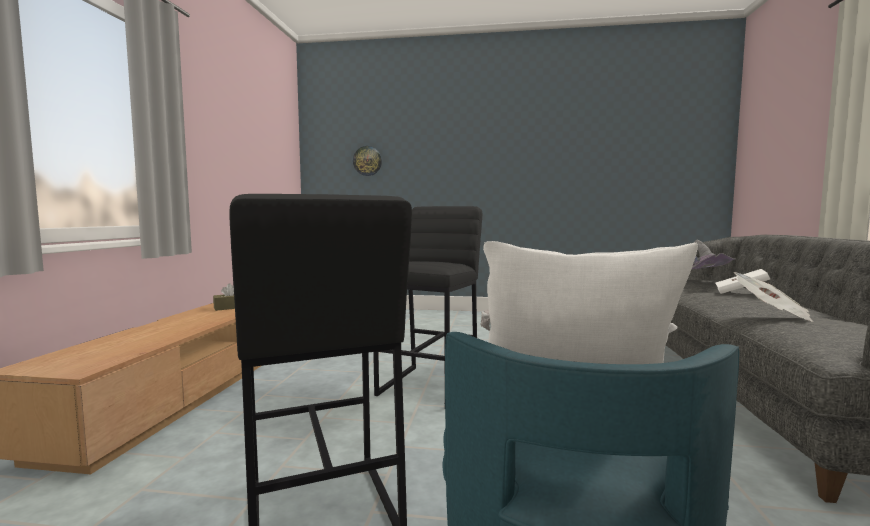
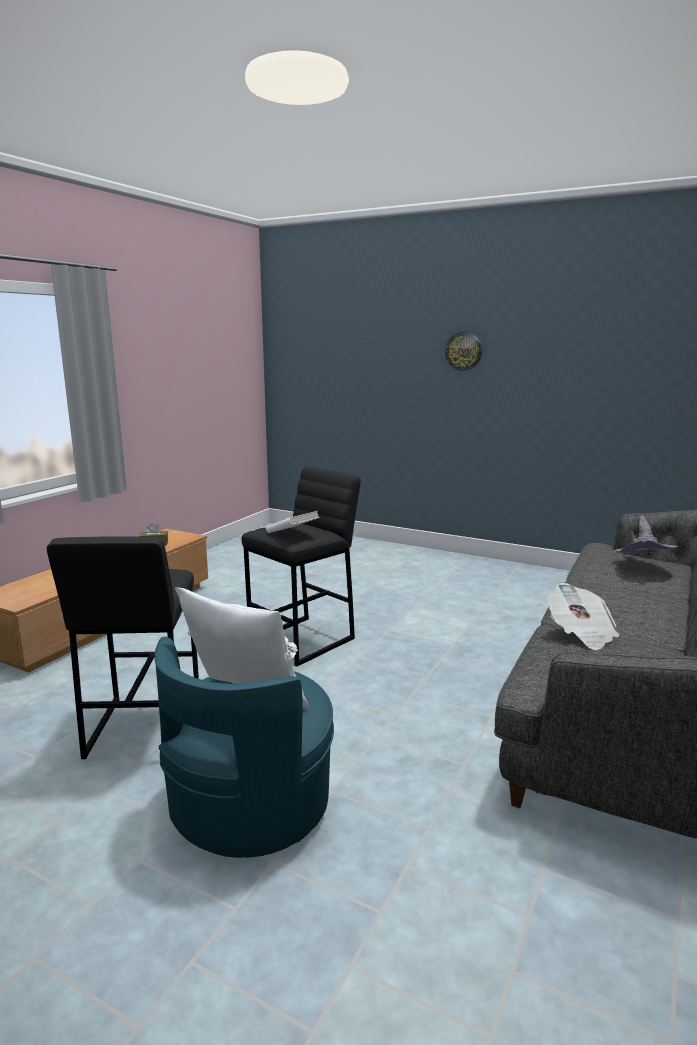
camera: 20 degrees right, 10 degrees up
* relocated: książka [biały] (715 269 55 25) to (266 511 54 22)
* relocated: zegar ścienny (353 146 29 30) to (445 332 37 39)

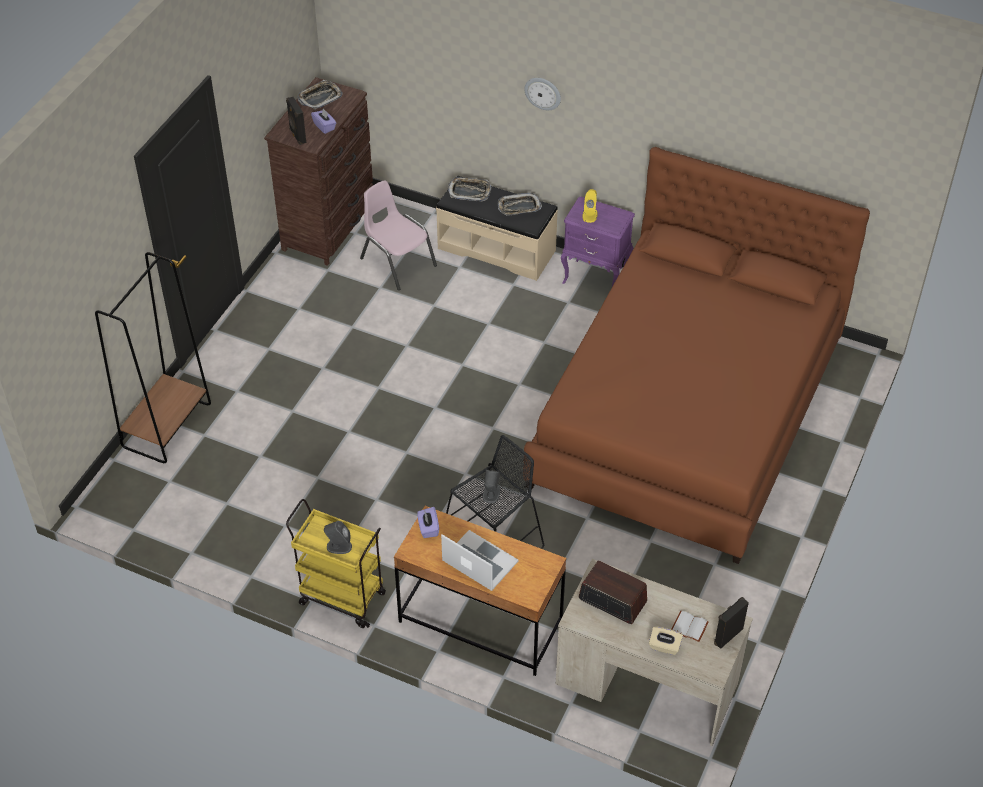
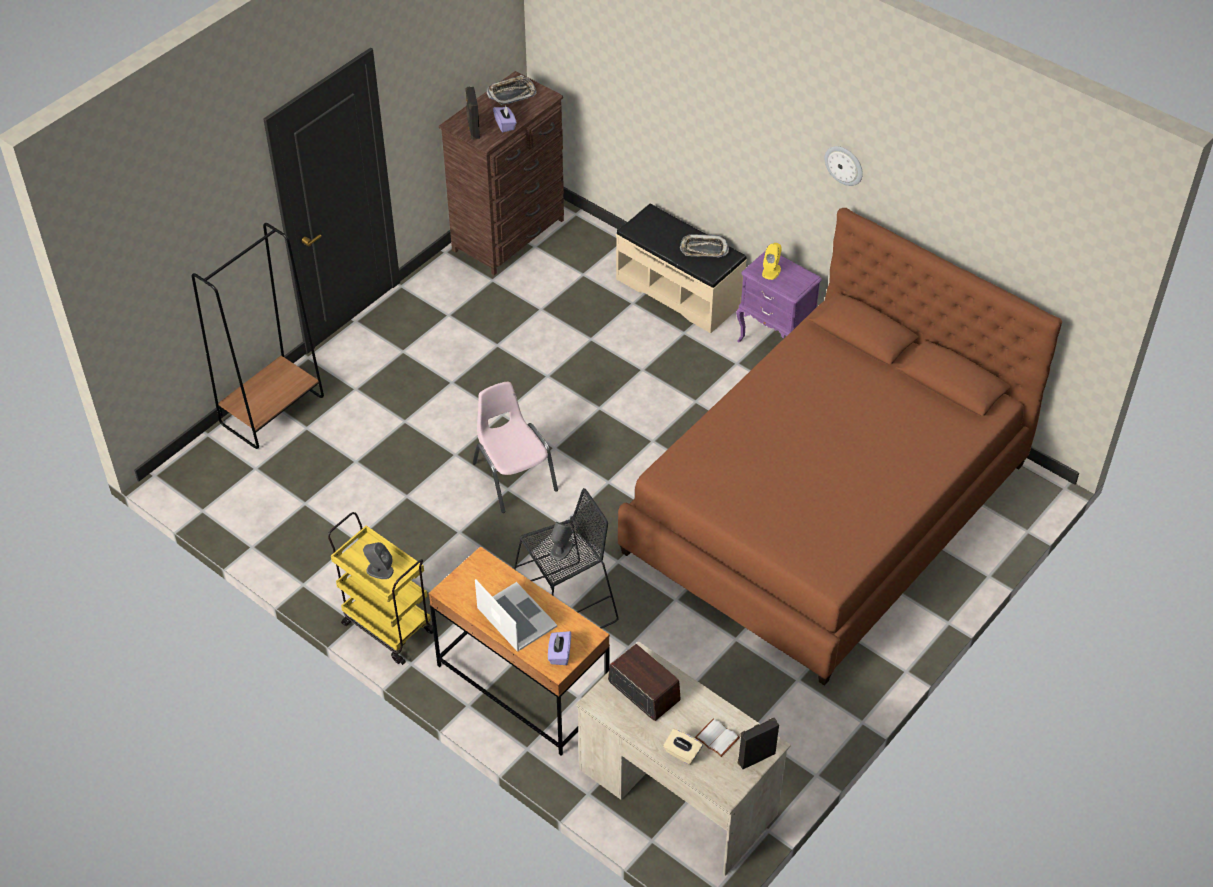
camera: 15 degrees right, 0 degrees up
* relocated: krzesło [różowy] (360 180 77 110) to (472 381 86 132)
* relocated: pudełko chusteczek [fioletowy] (417 507 22 31) to (548 631 23 34)
* relocated: zegar ścienny (524 78 37 32) to (825 146 38 40)
* missing: taca (448 177 43 24)

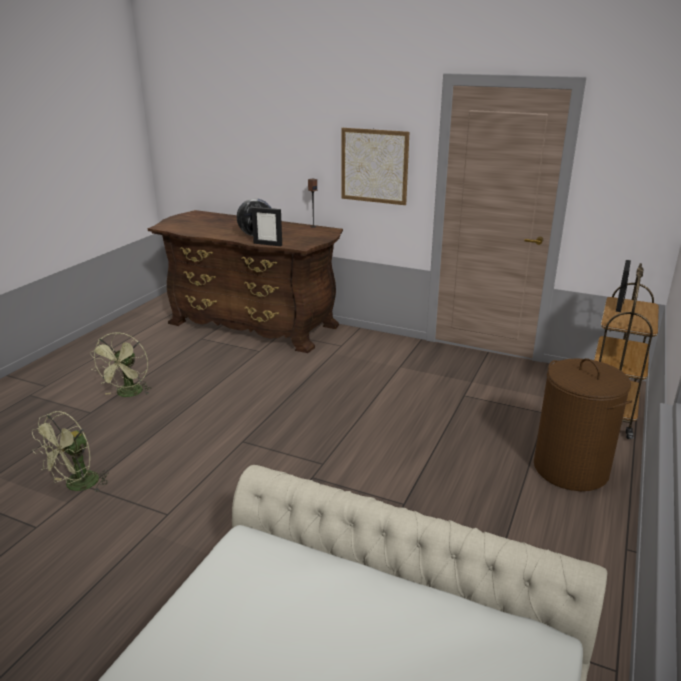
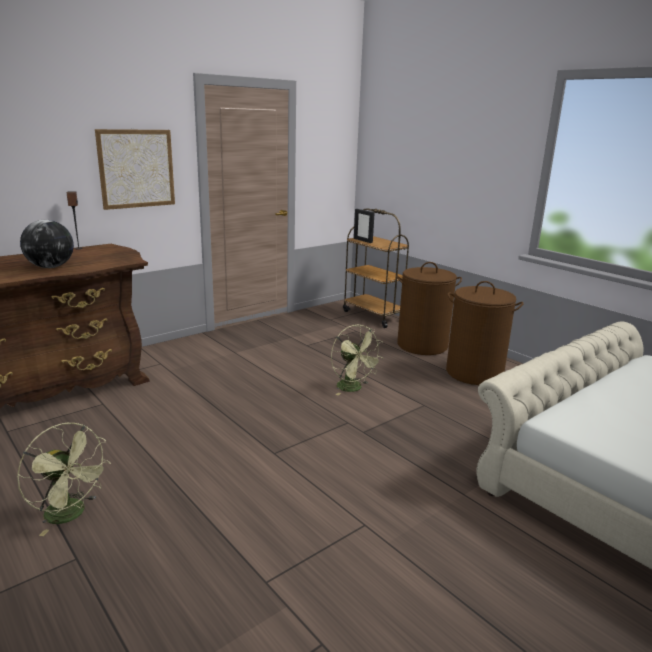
camera: 65 degrees left, 5 degrees down
* relocated: wentylator [zielony] (32 411 77 81) to (331 325 52 70)
* appeared: kosz na pranie [brązowy] (446 281 78 104)
* missing: ramka na zdjęcie (251 207 31 39)

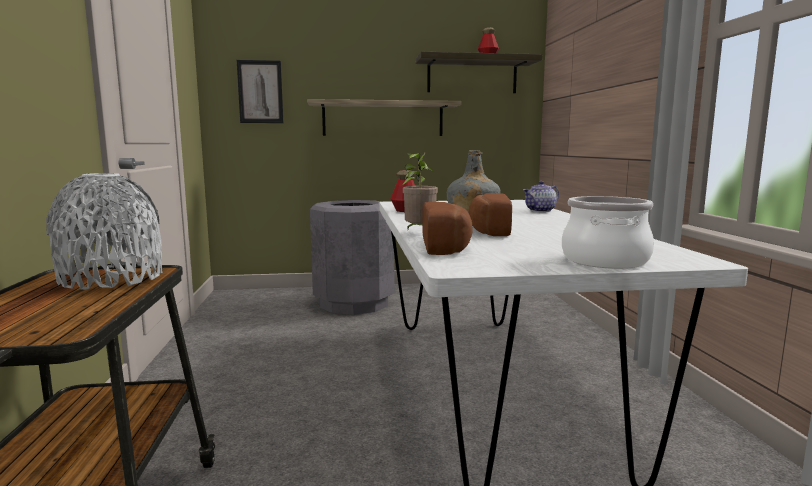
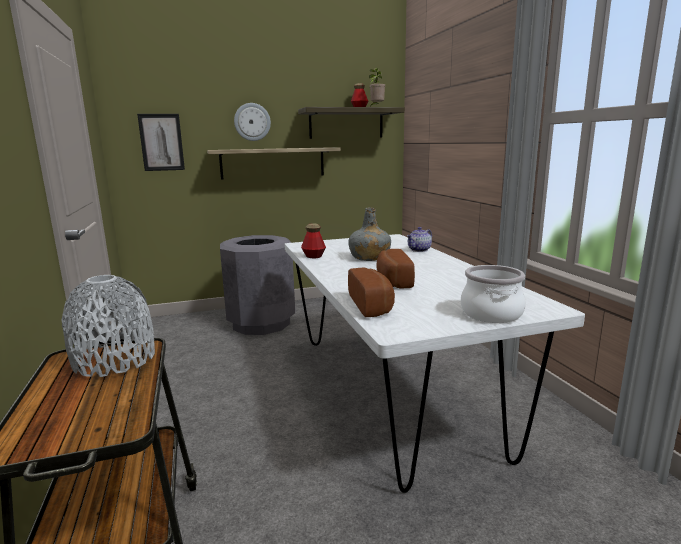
camera: 10 degrees left, 5 degrees up
* appeared: zegar ścienny (234 103 37 38)
* relocated: roślina doniczkowa (402 153 36 76) to (369 68 16 39)

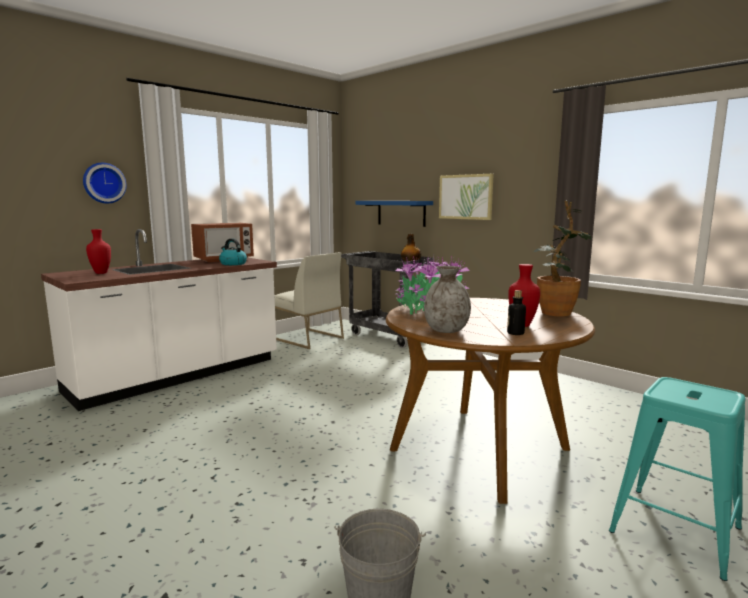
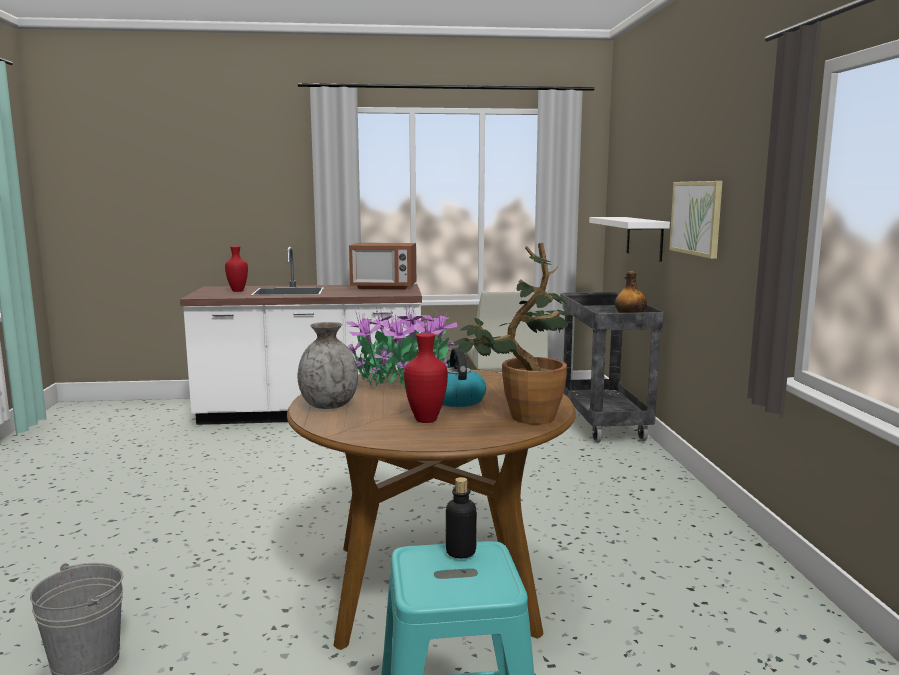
camera: 40 degrees right, 0 degrees up
* relocated: czajnik (219 239 28 26) to (442 348 44 59)
* relocated: butelka (507 290 19 45) to (446 477 31 82)
* colour: półka [niebieski] (355 201 78 26) to półka [biały] (589 217 81 45)
* missing: zegar ścienny (83 163 44 41)

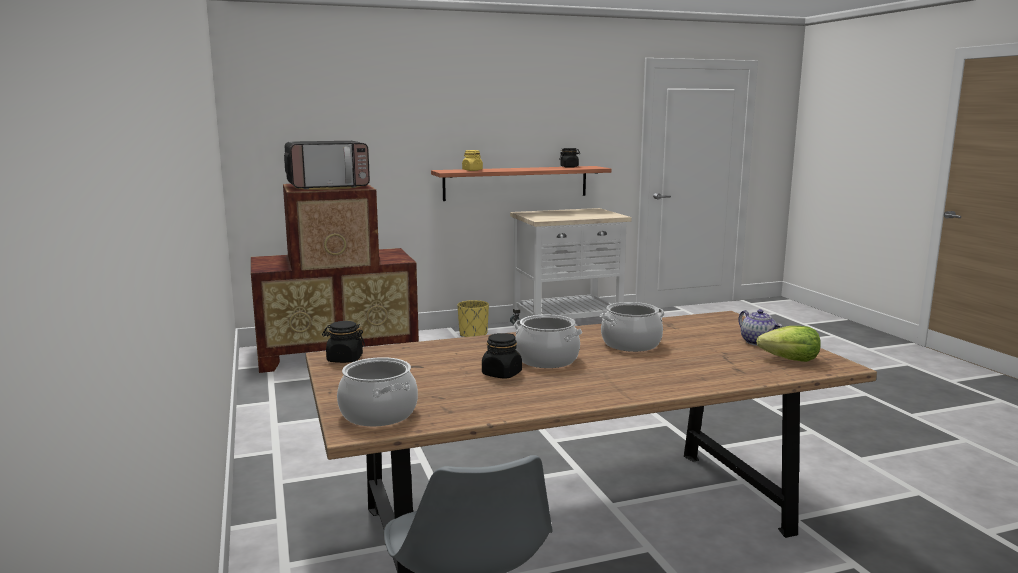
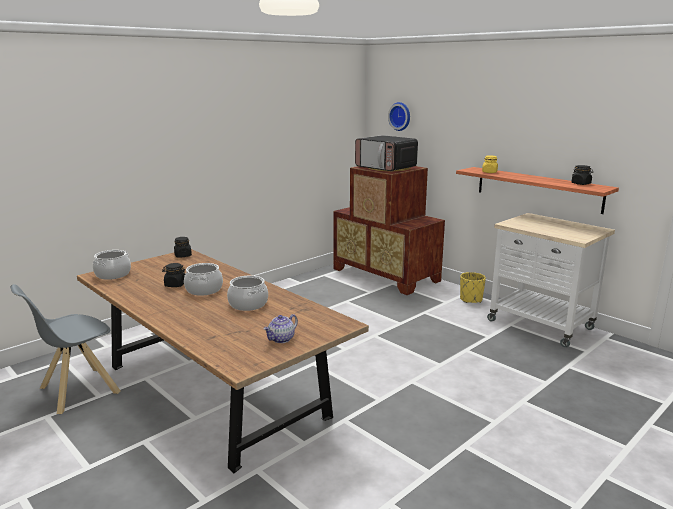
camera: 65 degrees right, 5 degrees up
* appeared: zegar ścienny (388 102 22 29)
* missing: sałata (756 326 65 36)

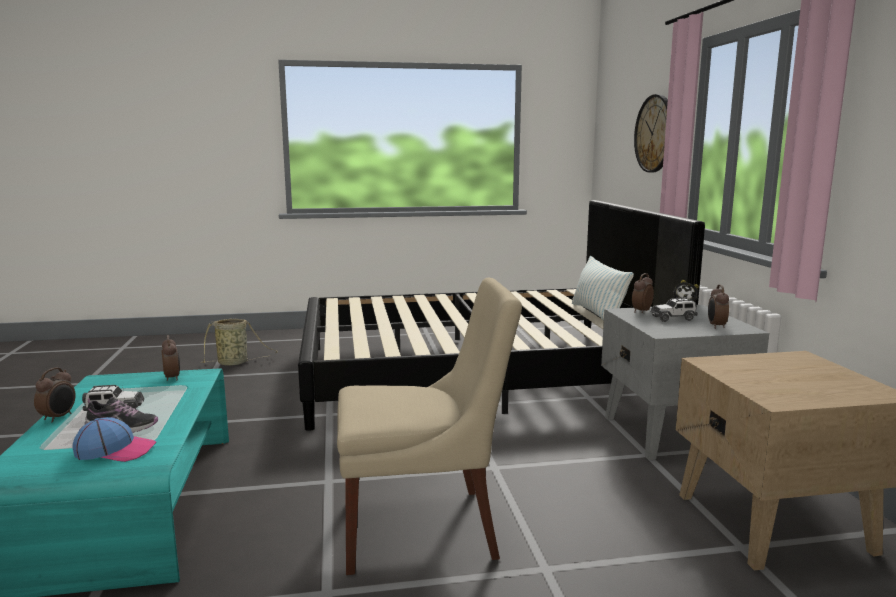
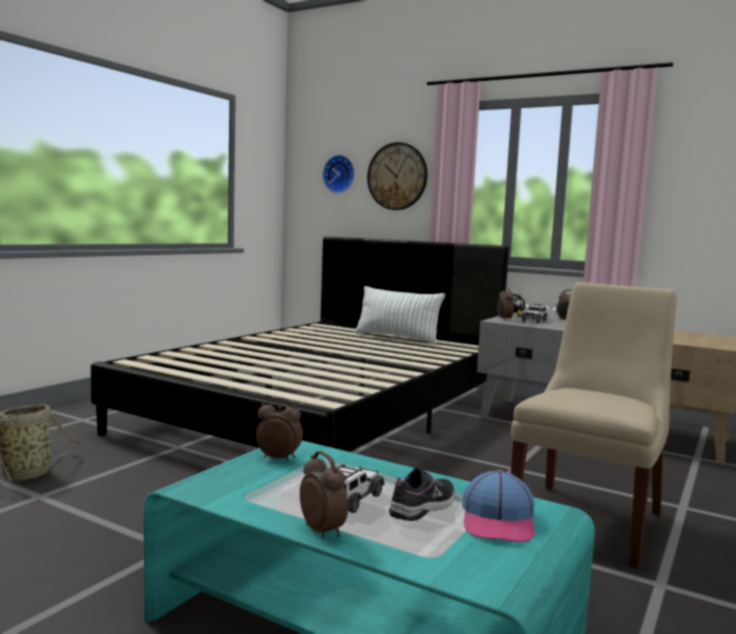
camera: 50 degrees left, 5 degrees down
* appeared: zegar ścienny (323 155 32 39)
* spun: czapka z daszkiem (72 417 84 45) = (462 470 72 72) 150 degrees clockwise

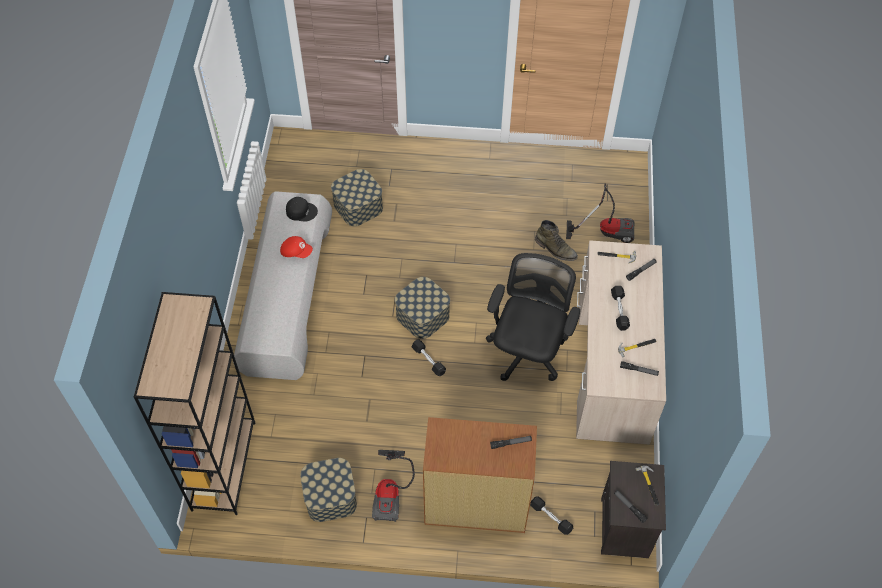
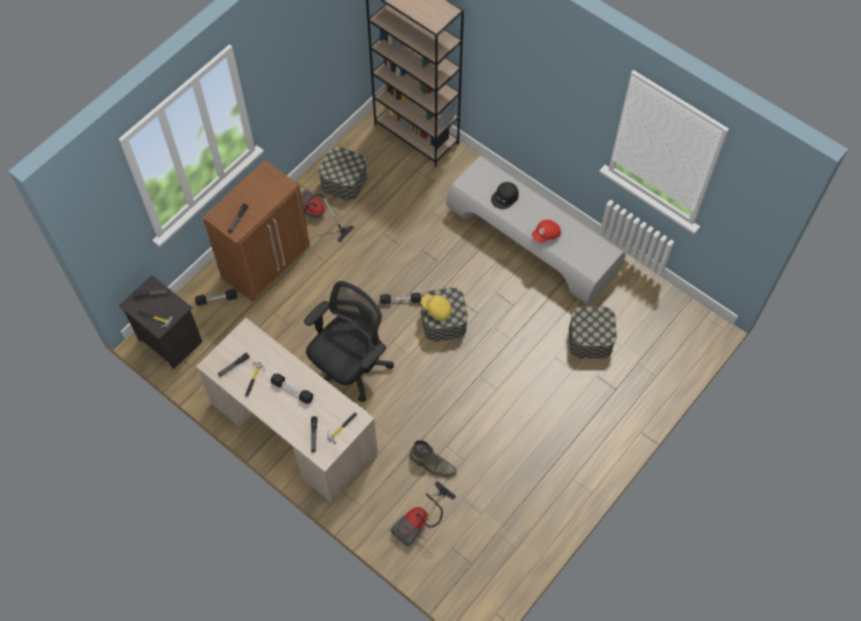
camera: 125 degrees right, 5 degrees up
* spun: krzesło biurowe [czarny] (486 253 94 128) = (304 281 90 121) 105 degrees counterclockwise
* spun: but z cholewką [zielony] (535 220 43 41) = (409 440 48 37) 135 degrees counterclockwise
* appeared: czapka z daszkiem [żółty] (421 295 31 26)
* relocated: czapka z daszkiem [czarny] (286 197 32 25) to (491 182 28 27)

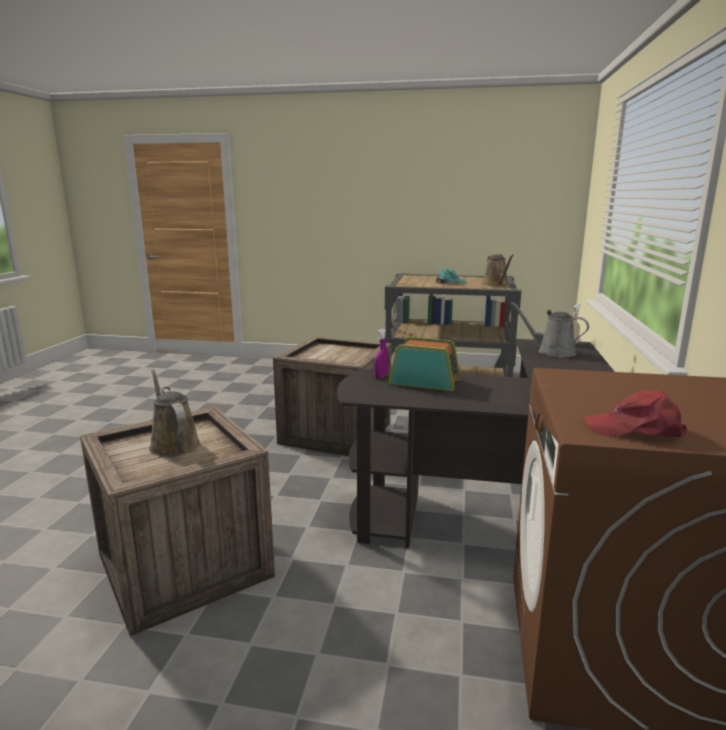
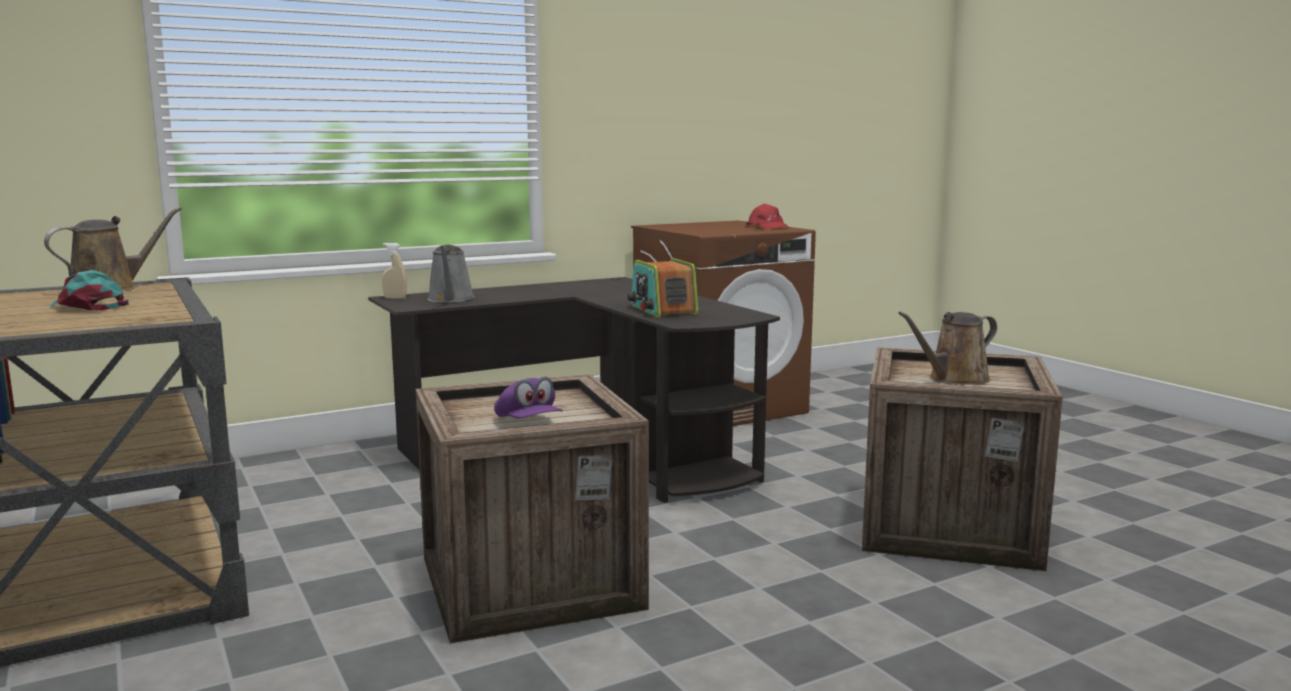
camera: 130 degrees left, 5 degrees down
* appeared: czapka z daszkiem [fioletowy] (494 376 69 42)
* spun: konewka [brązowy] (149 369 51 88) = (898 312 99 73) 45 degrees clockwise
* missing: spryskiwacz [fioletowy] (374 329 14 49)

